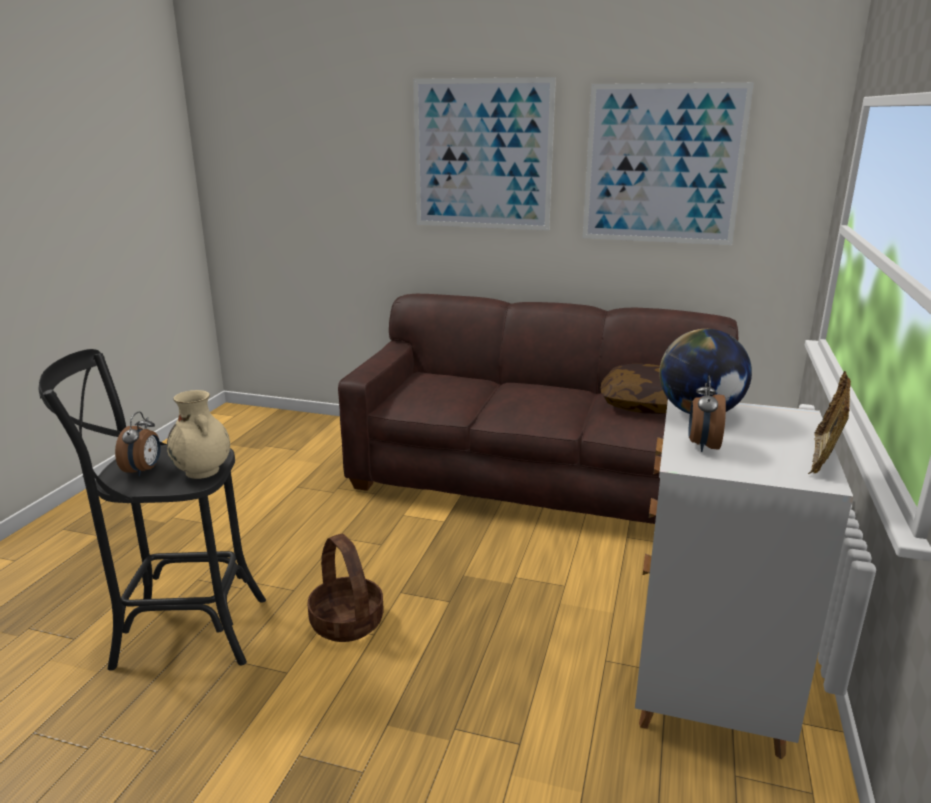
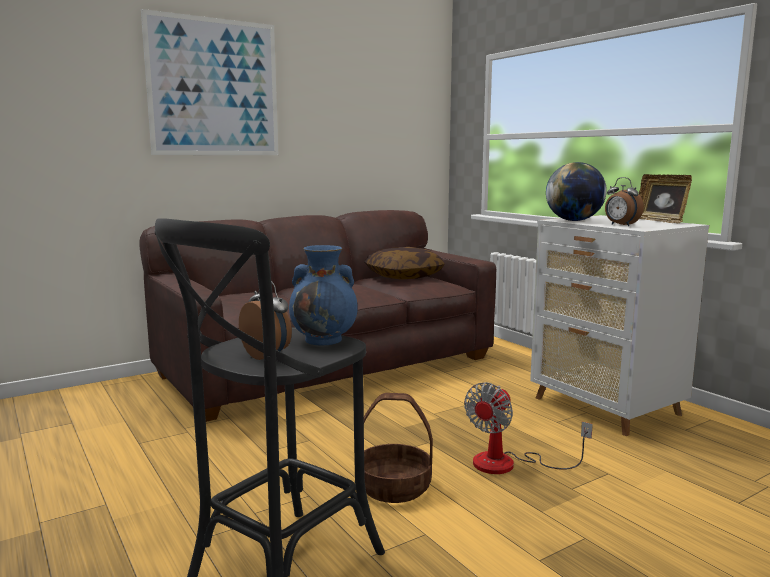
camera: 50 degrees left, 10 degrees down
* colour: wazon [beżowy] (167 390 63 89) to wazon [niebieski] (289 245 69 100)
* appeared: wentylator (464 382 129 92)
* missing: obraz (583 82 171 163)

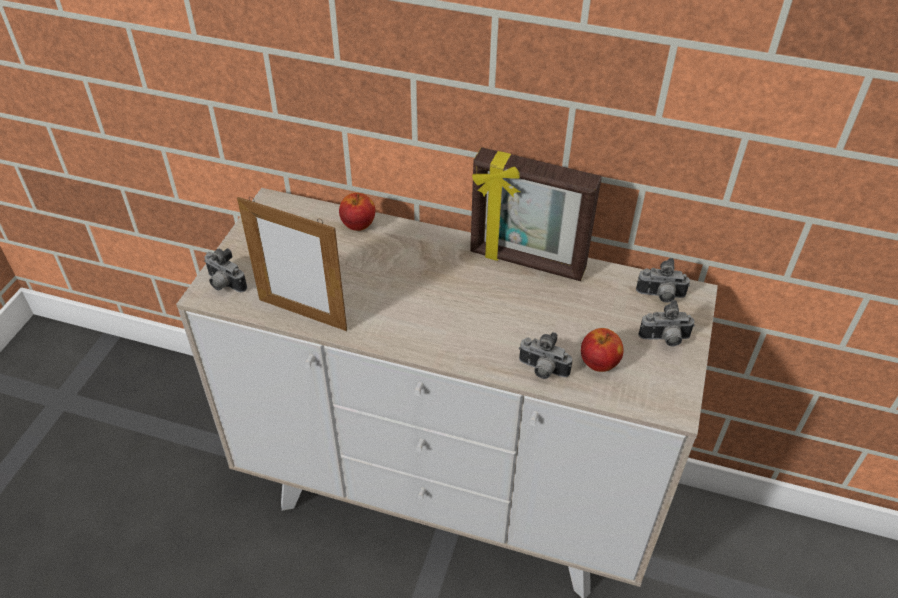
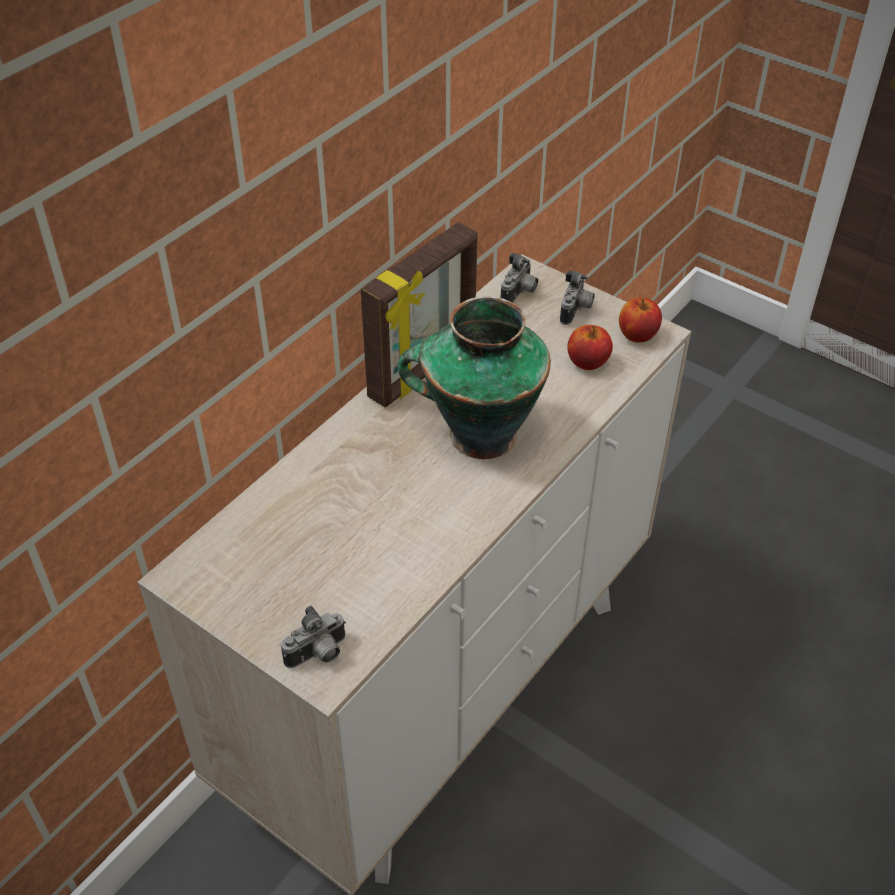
camera: 70 degrees left, 0 degrees up
* appeared: wazon (398 296 153 163)
* relocated: jabłko (339 193 36 38) to (619 298 43 44)
* missing: ramka na zdjęcie (237 197 110 134)
* missing: aparat fotograficzny (519 332 53 47)

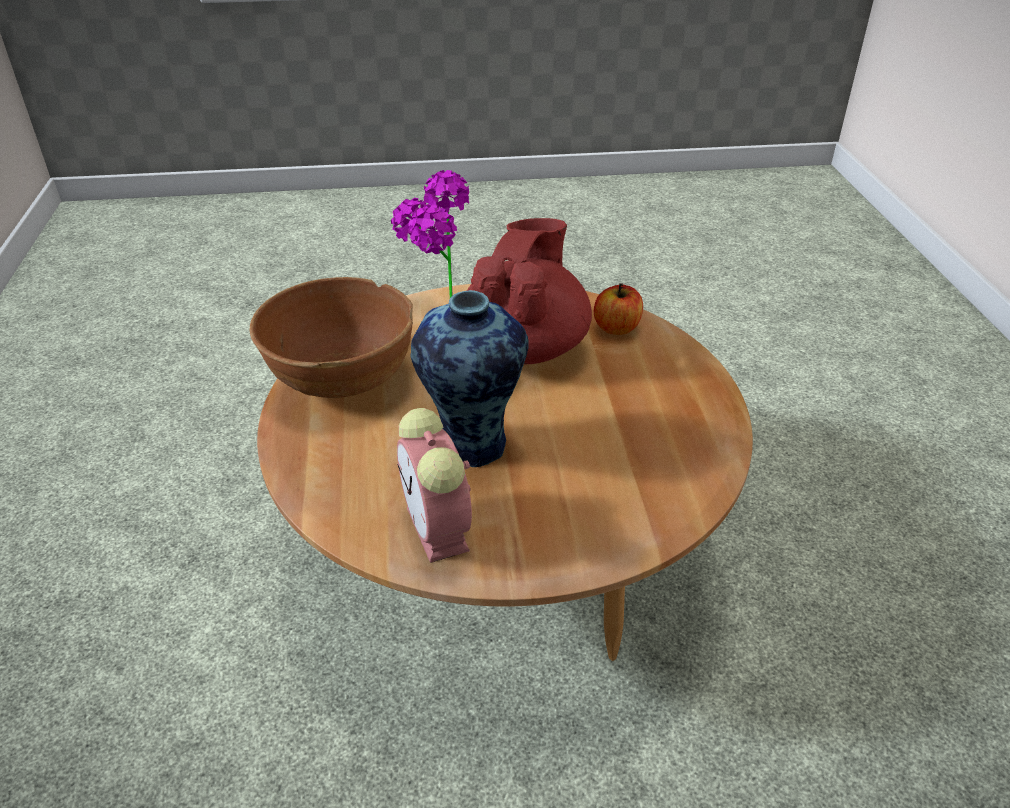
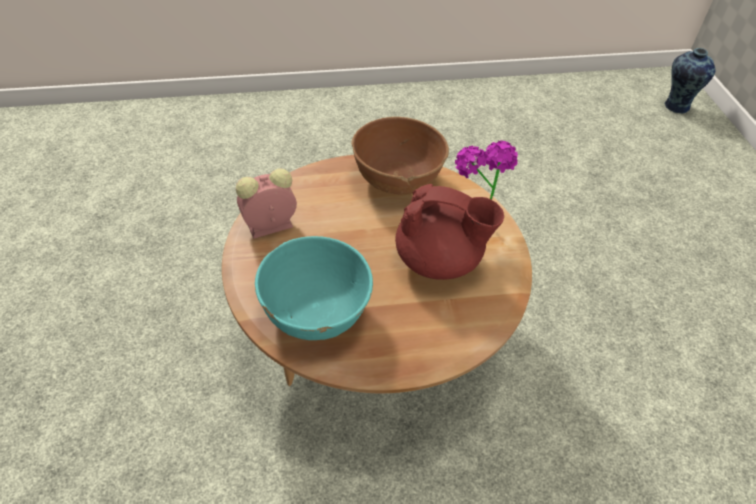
camera: 85 degrees right, 10 degrees up
* appeared: miska [turkusowy] (255 236 118 104)
* relocated: wazon (410 290 118 177) to (664 48 51 65)
* missing: jabłko (594 283 49 52)

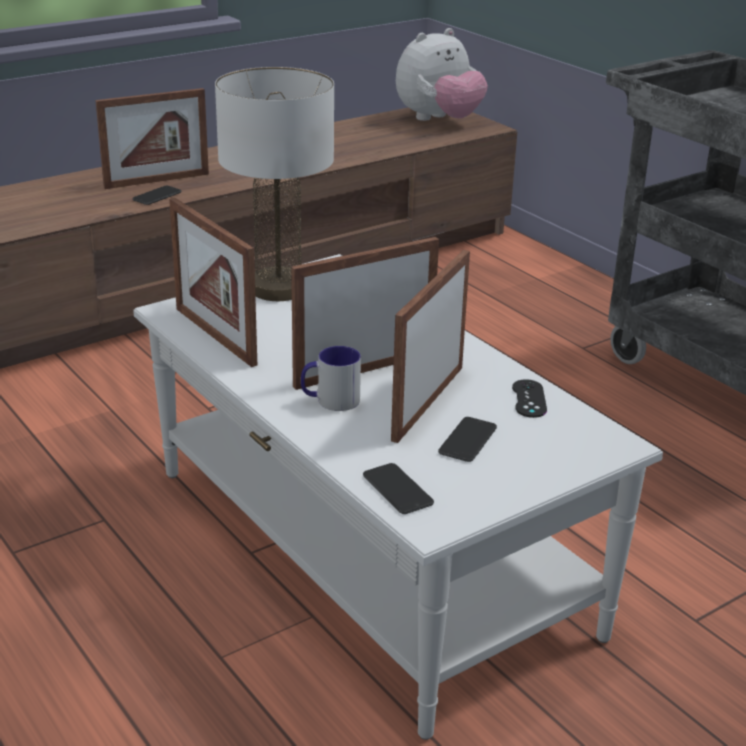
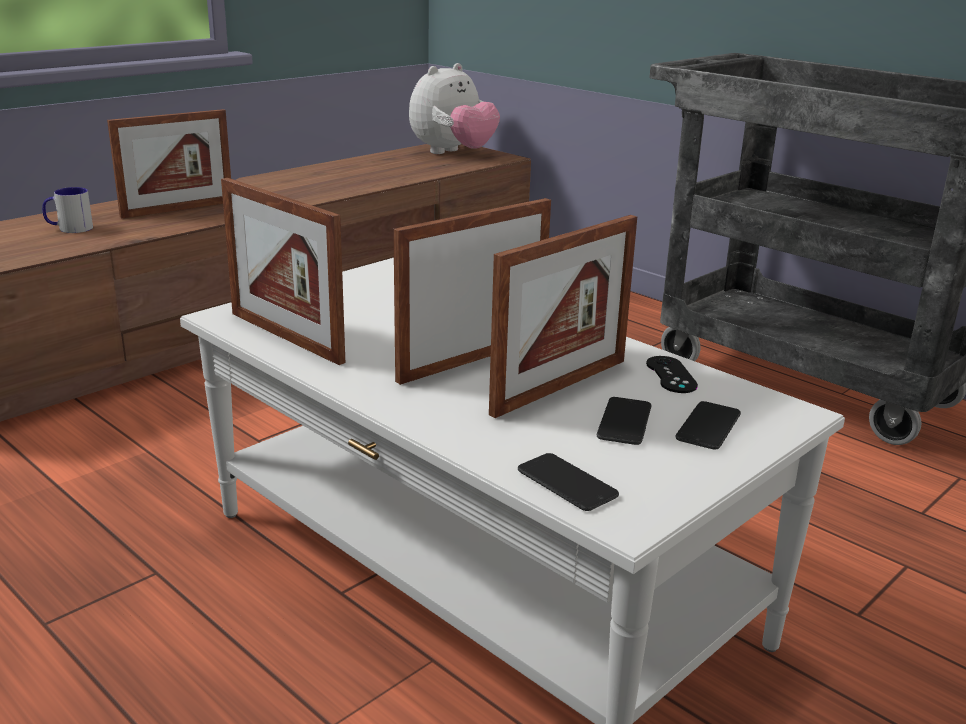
camera: 10 degrees left, 5 degrees down
* relocated: kubek (301 346 60 65) to (42 187 51 46)
* spun: ramka na zdjęcie (391 250 79 193) = (489 215 148 203) 150 degrees counterclockwise
* relocated: telefon (132 185 49 20) to (675 401 66 48)
* missing: lampa stołowa (215 67 119 234)

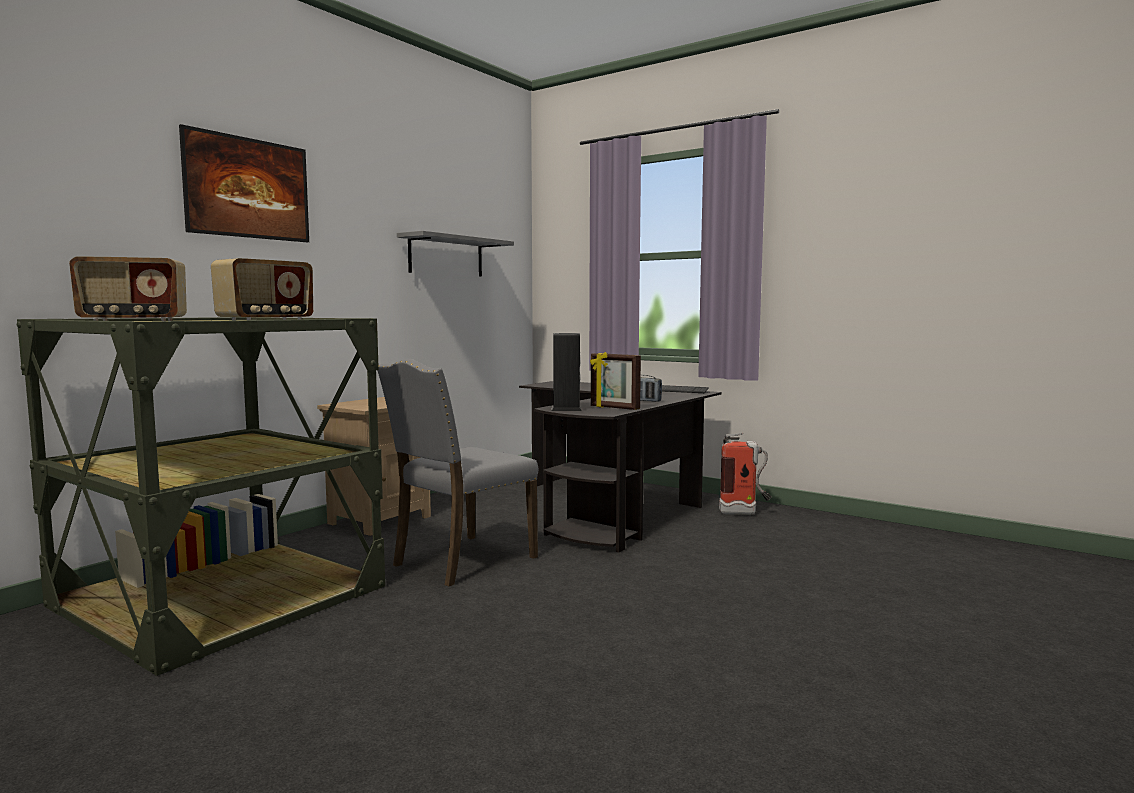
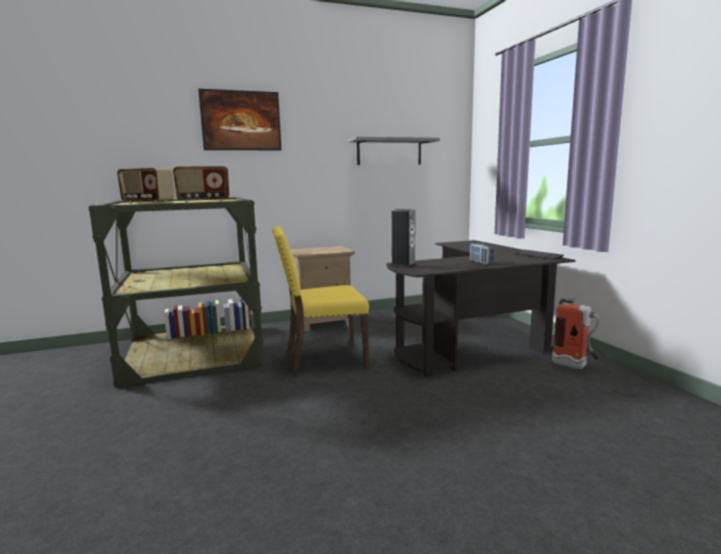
camera: 35 degrees right, 5 degrees up
* colour: krzesło [szary] (377 359 161 228) to krzesło [żółty] (272 226 97 148)
* missing: ramka na zdjęcie (590 352 51 58)

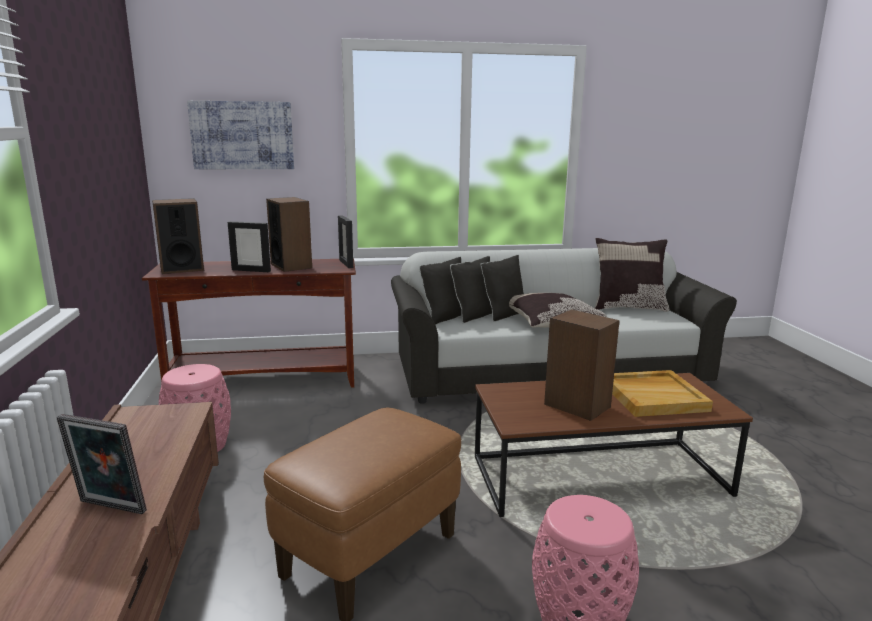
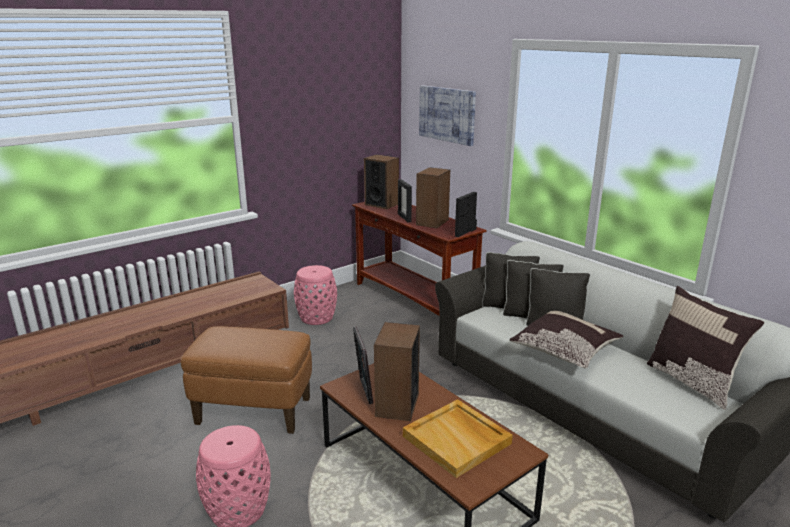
camera: 60 degrees right, 5 degrees up
* relocated: ramka na zdjęcie (56 414 91 100) to (353 326 20 78)

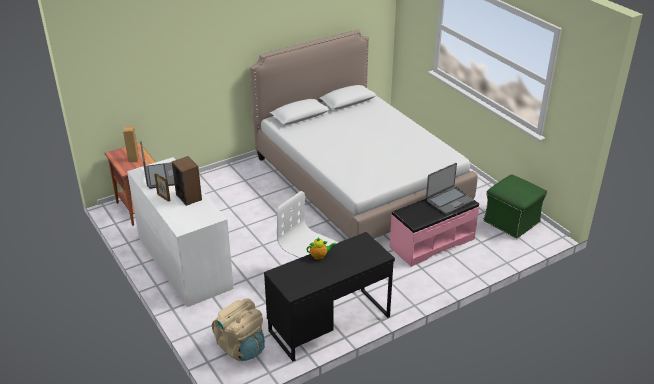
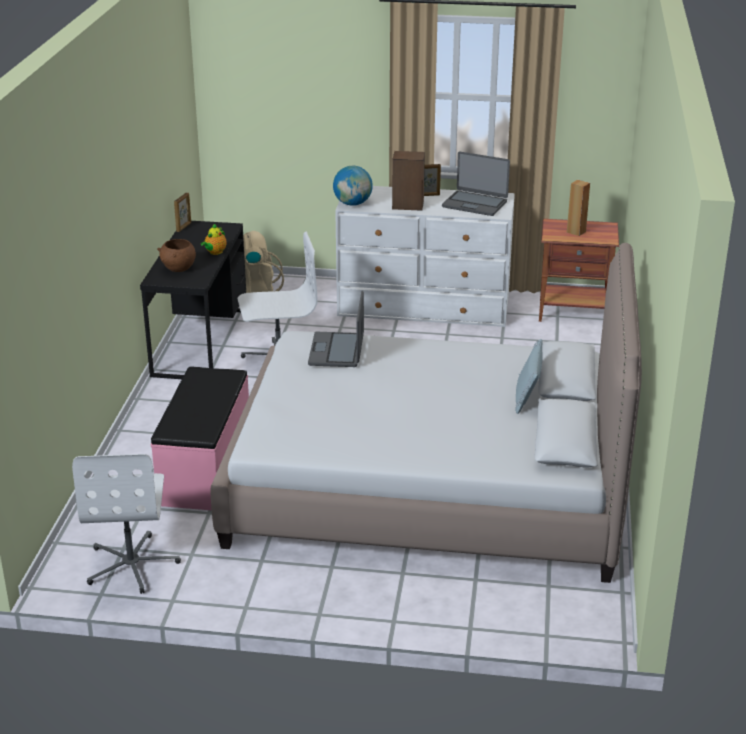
camera: 130 degrees right, 5 degrees down
* exchanged: pufa [zielony] (483 174 64 65) to krzesło biurowe [biały] (72 454 109 140)
* appeared: miska [brązowy] (157 239 39 33)
* appeared: ramka na zdjęcie (174 192 17 40)
* relocated: laptop (426 163 48 52) to (308 291 56 76)
* appeared: globus (333 166 40 40)
* appeared: poduszka [niebieski] (515 339 28 75)

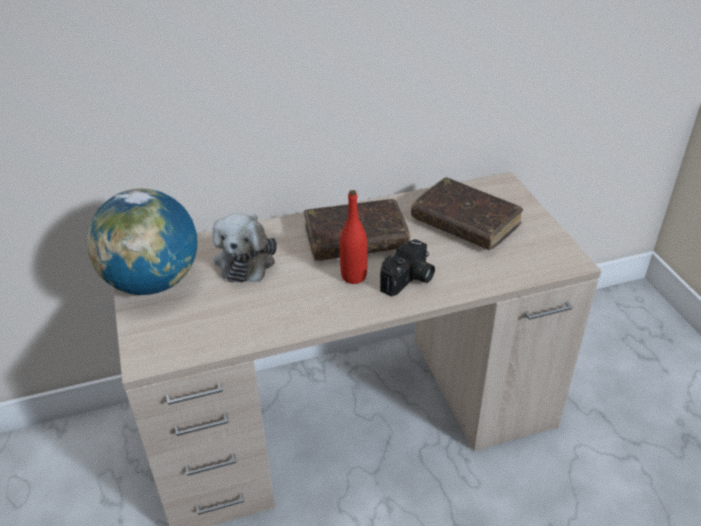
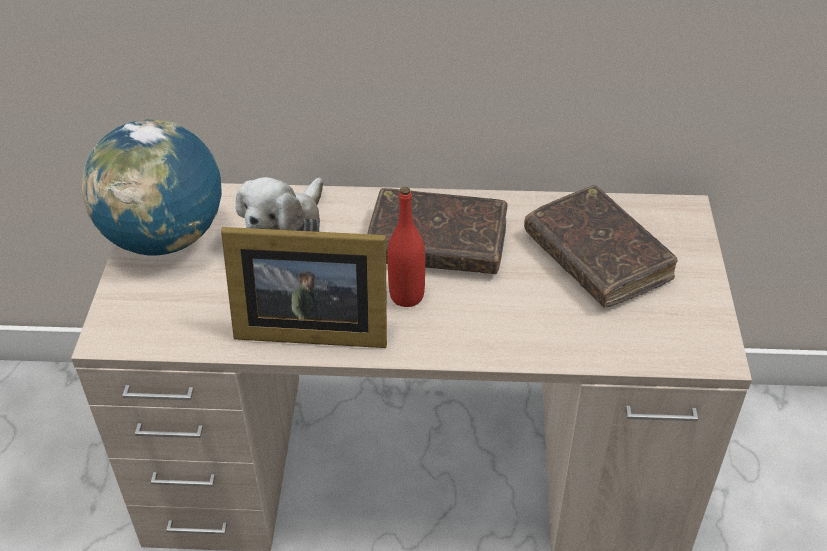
camera: 20 degrees right, 5 degrees up
* appeared: ramka na zdjęcie (221 227 166 121)
* missing: aparat fotograficzny (380 239 55 58)

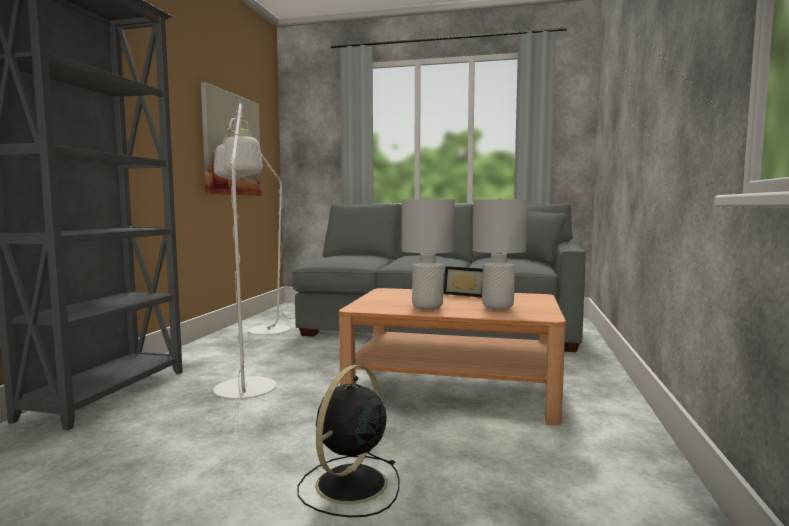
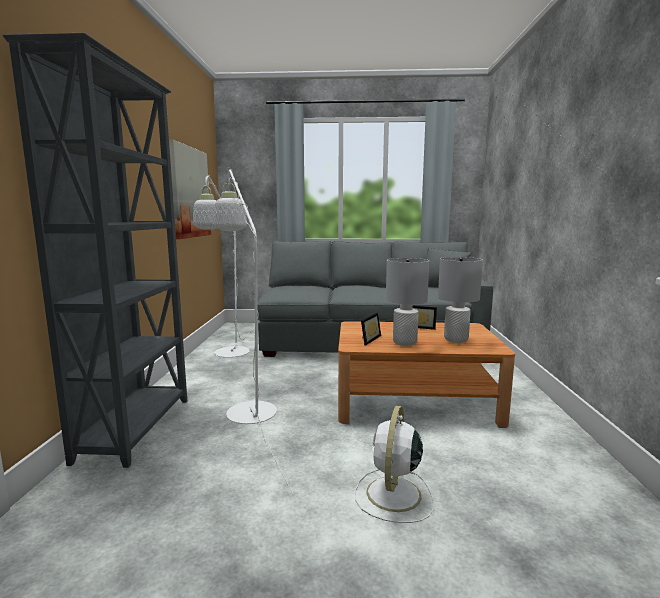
camera: 10 degrees left, 5 degrees up
* colour: wentylator [czarny] (297 365 102 152) to wentylator [biały] (355 406 79 117)
* appeared: ramka na zdjęcie (361 313 20 32)

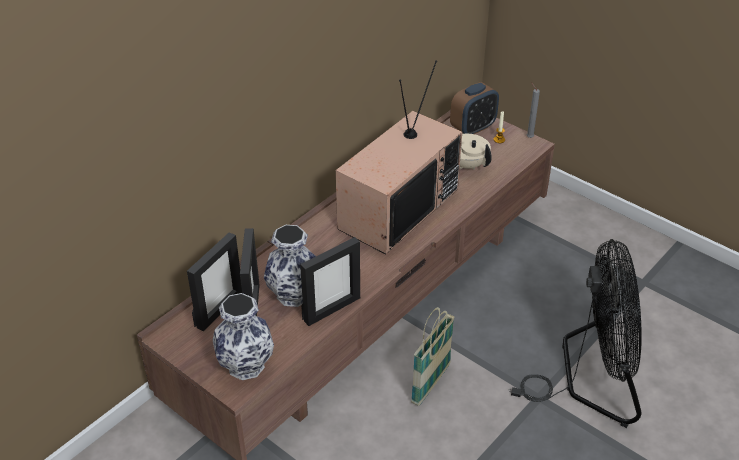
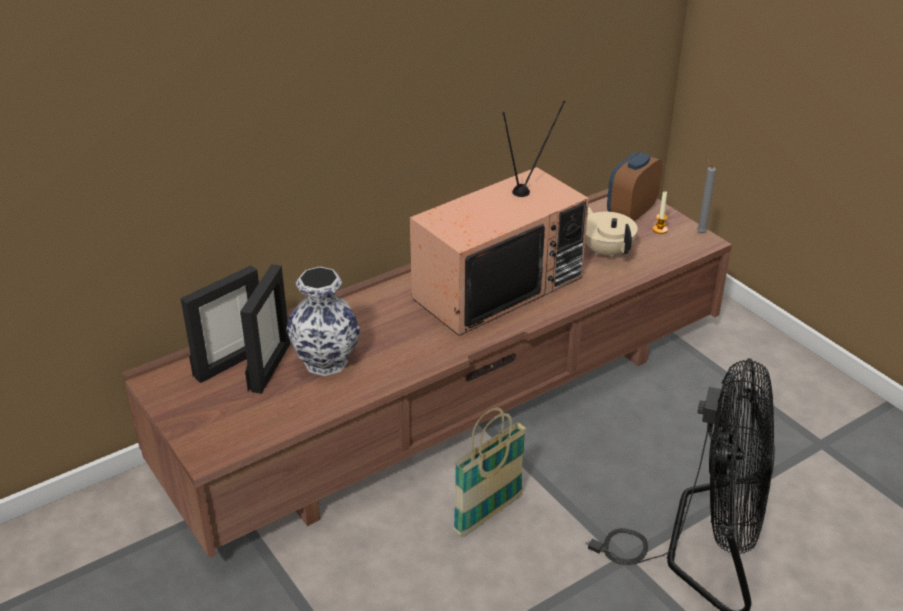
camera: 15 degrees right, 5 degrees down
* spun: budzik (450 82 49 52) = (607 152 55 69) 150 degrees clockwise
* missing: wazon (213 293 61 87)
* missing: ramka na zdjęcie (300 237 60 89)

